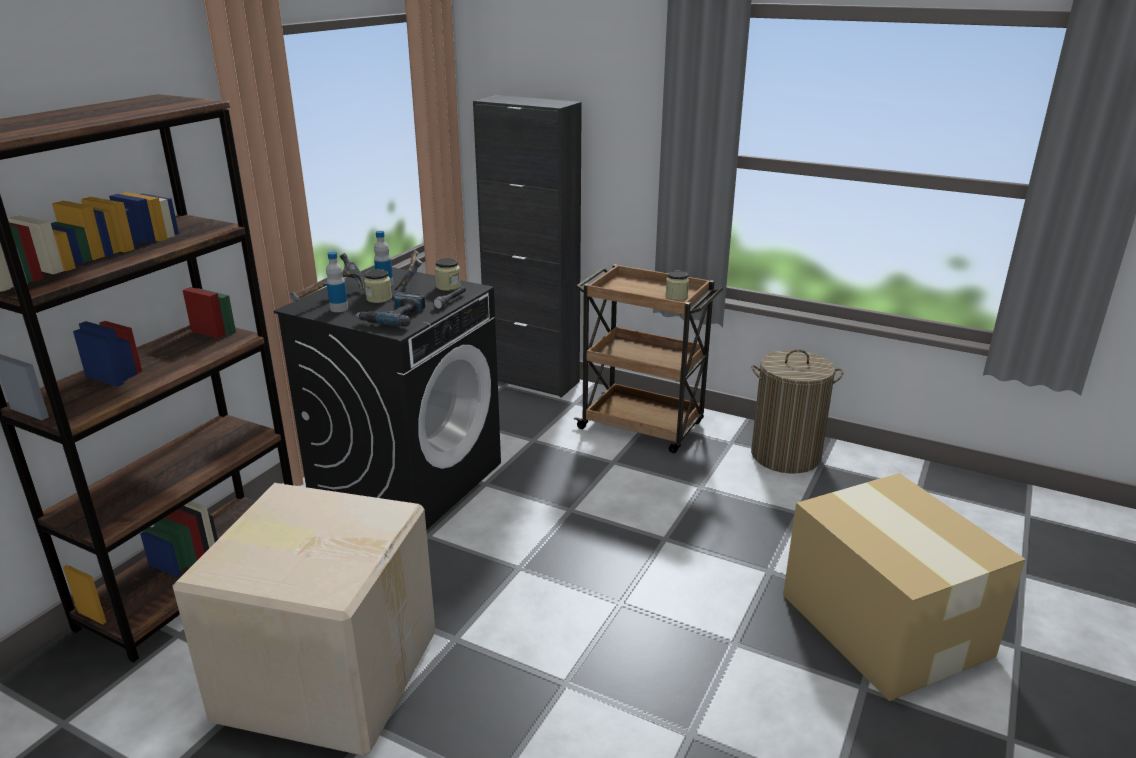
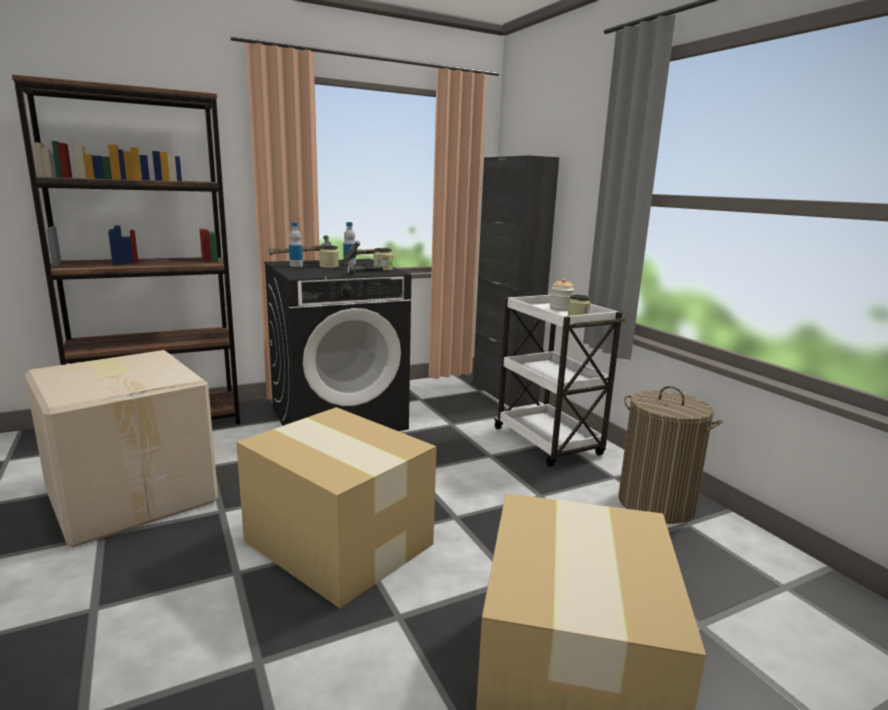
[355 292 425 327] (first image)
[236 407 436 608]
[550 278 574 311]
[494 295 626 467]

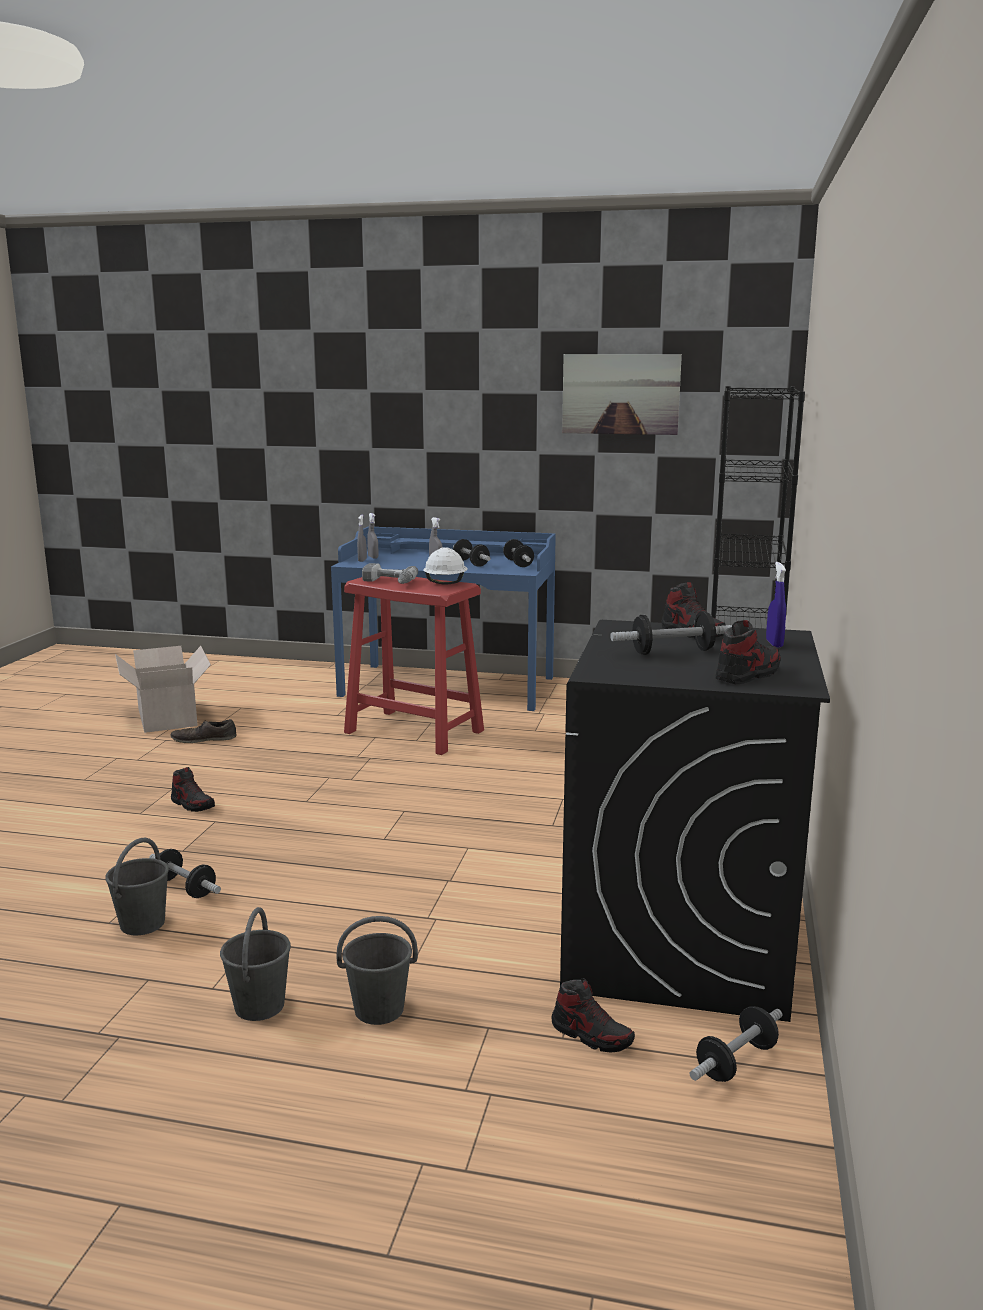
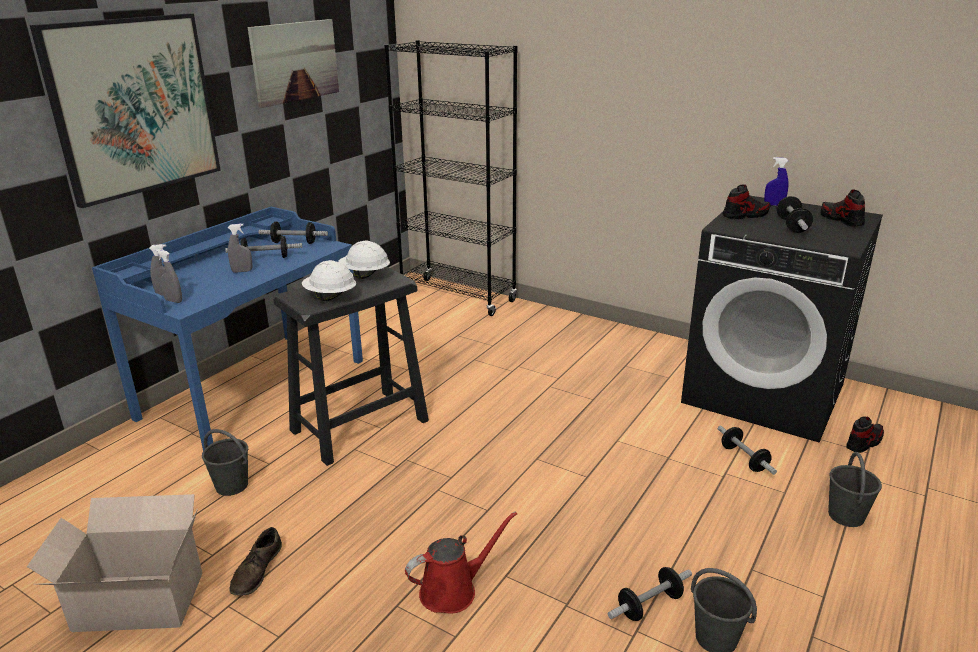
[30 14 221 208]
[202 429 248 496]
[718 426 777 475]
[405 511 517 614]
[302 260 356 301]
[274 267 429 466]

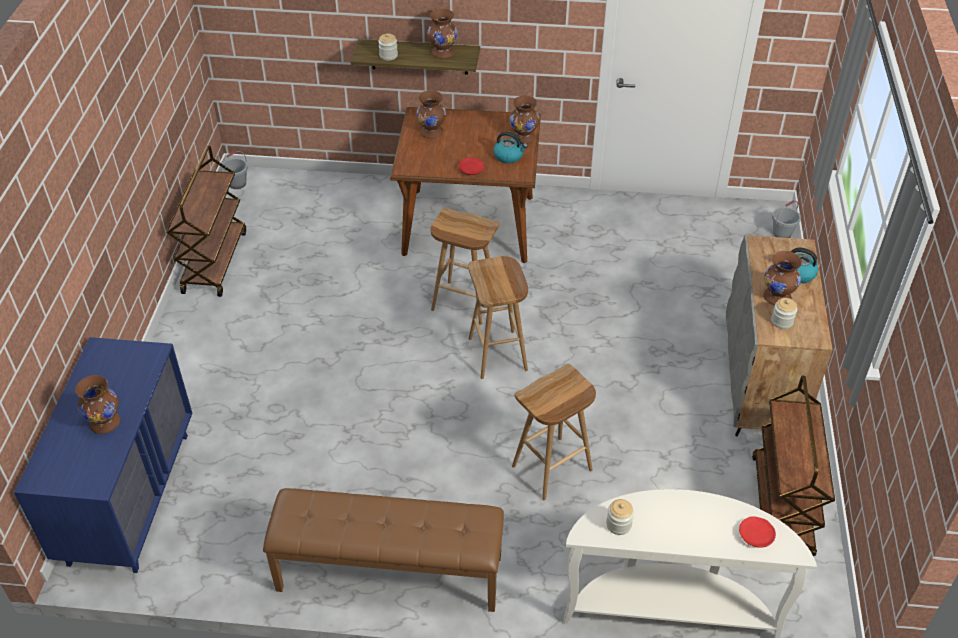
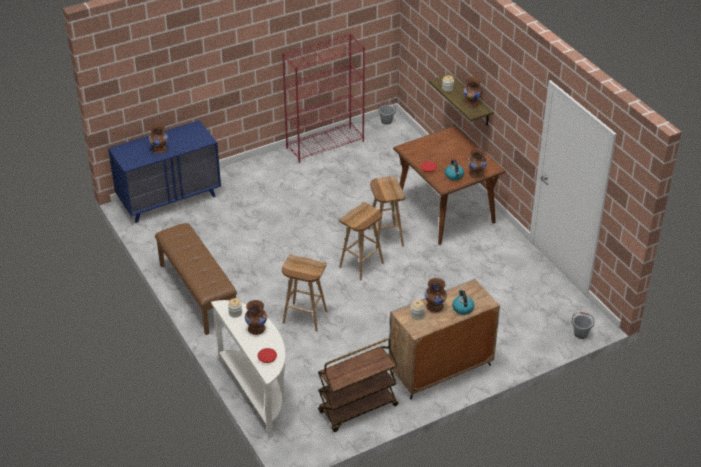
[245 300 267 335]
[282 33 365 163]

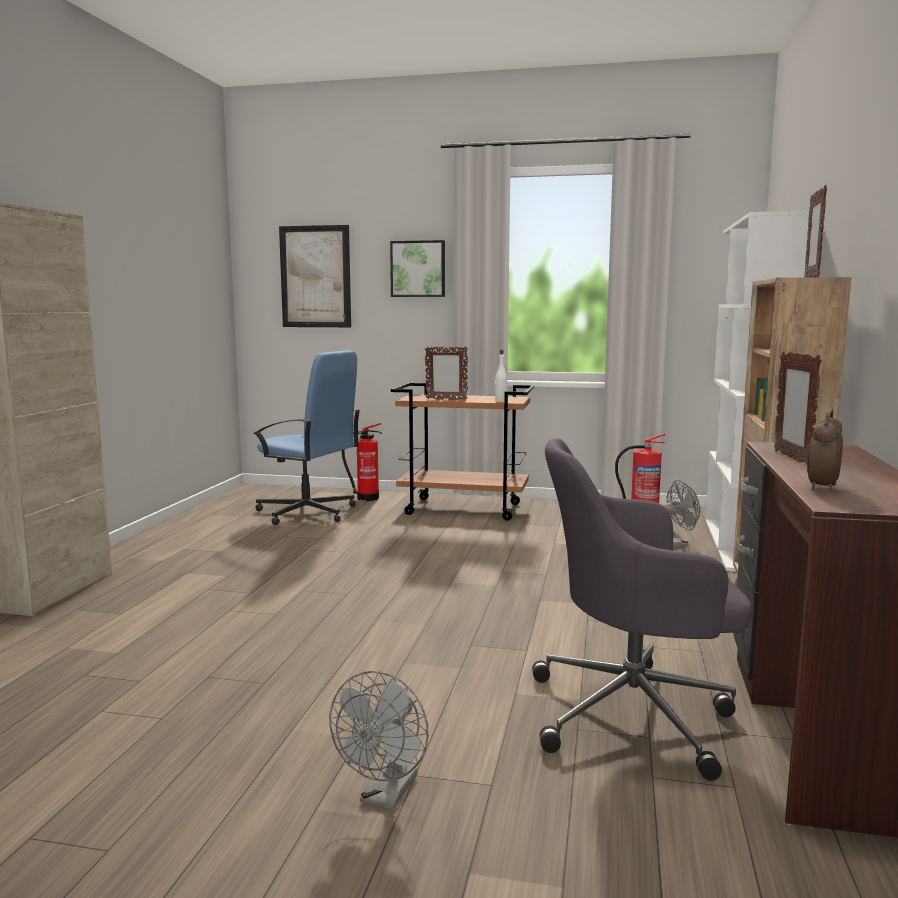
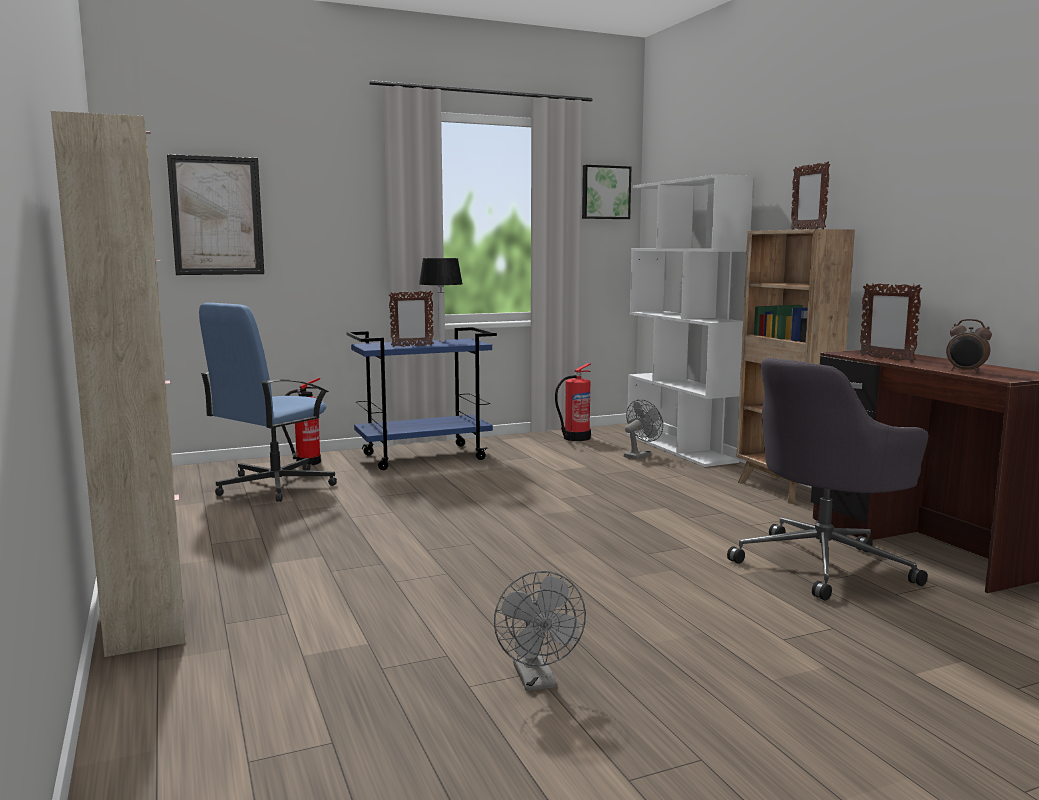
[495 350 507 402] (first image)
[419 258 463 342]
[494 571 586 691]
[582 165 631 219]
[346 327 497 470]
[199 303 337 502]
[946 319 992 373]

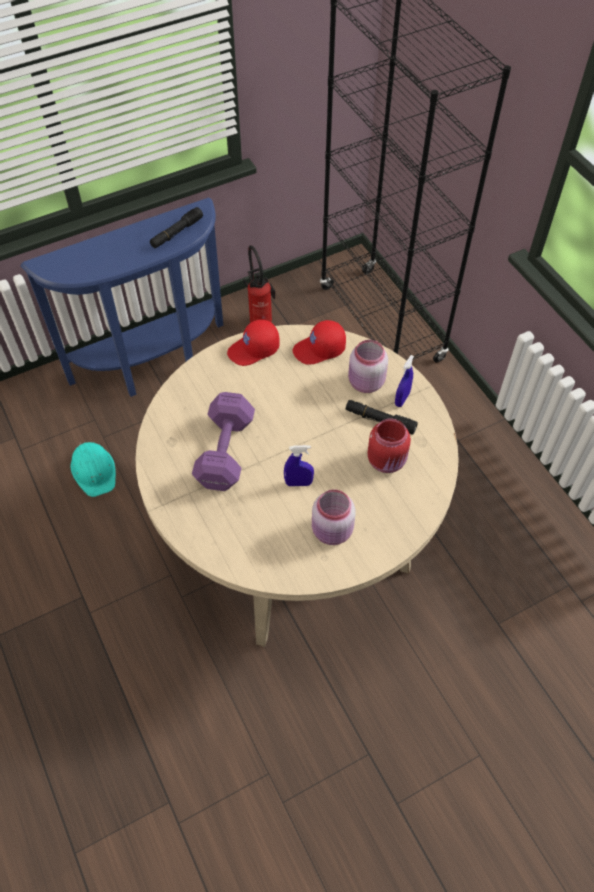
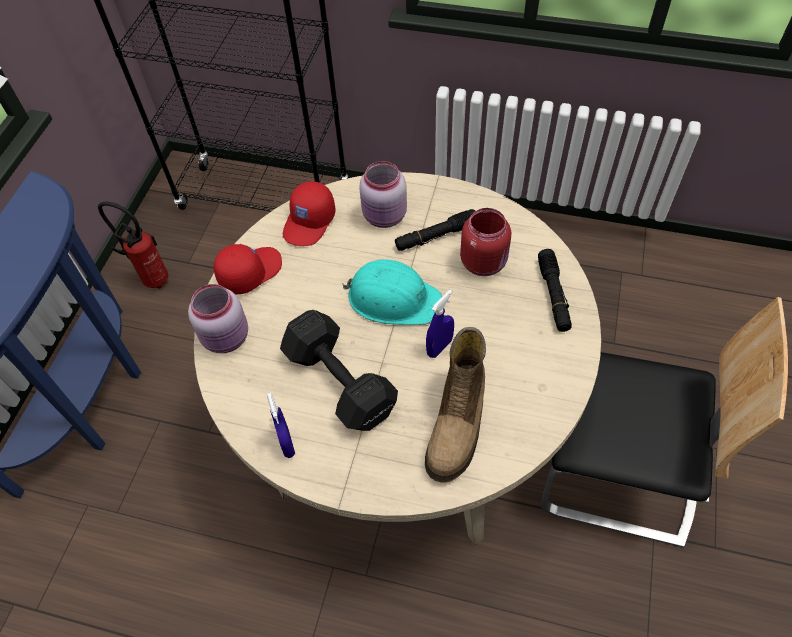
[425 327 486 482]
[541 297 788 548]
[342 259 442 325]
[538 249 572 332]
[188 284 248 353]
[267 393 295 458]
[280 310 398 431]
[214 244 282 295]

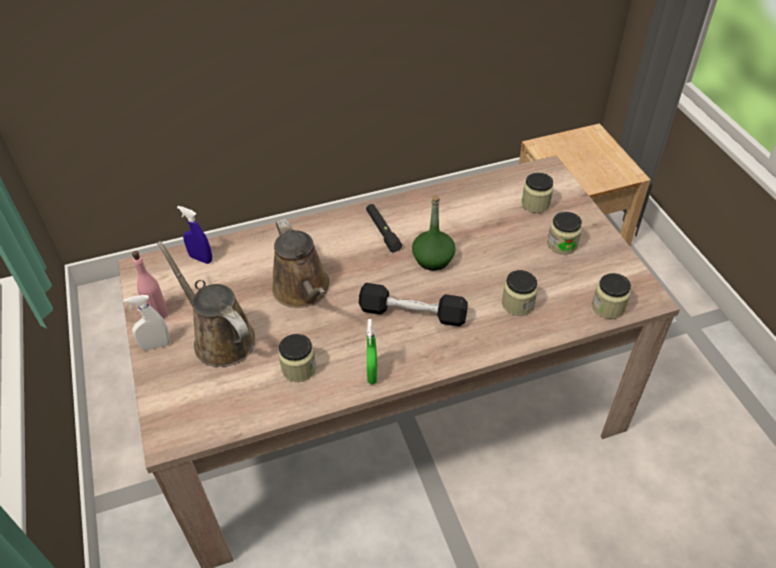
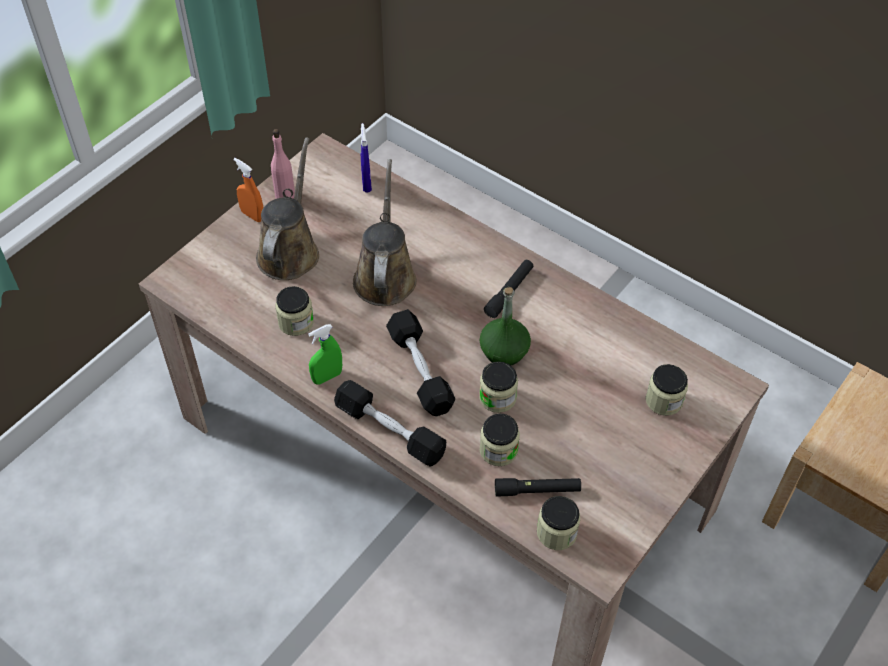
[334 380 446 467]
[495 478 581 497]
[479 362 518 413]
[233 158 263 222]
[353 159 417 306]

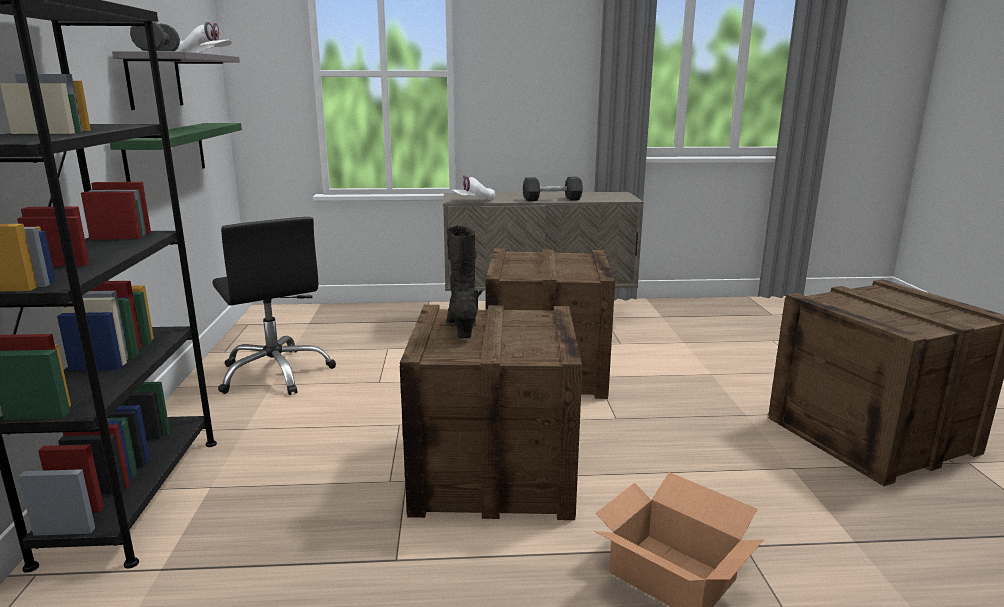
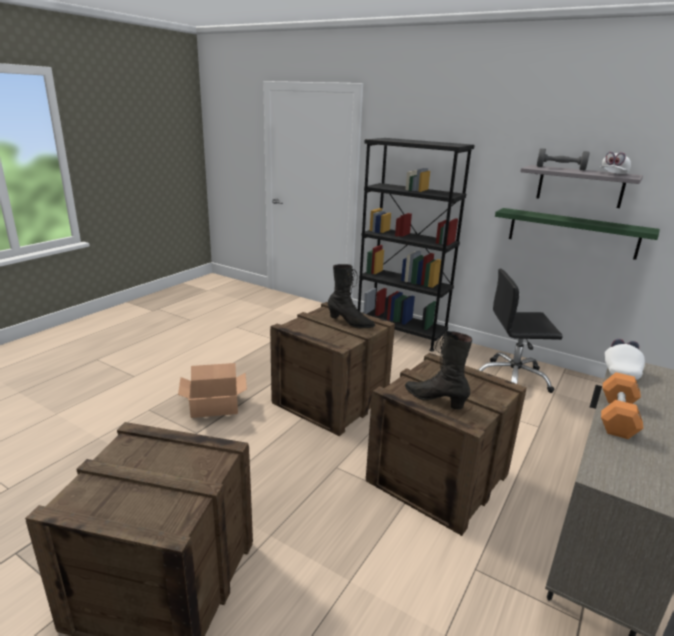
[405 331 472 409]
[601 372 643 439]

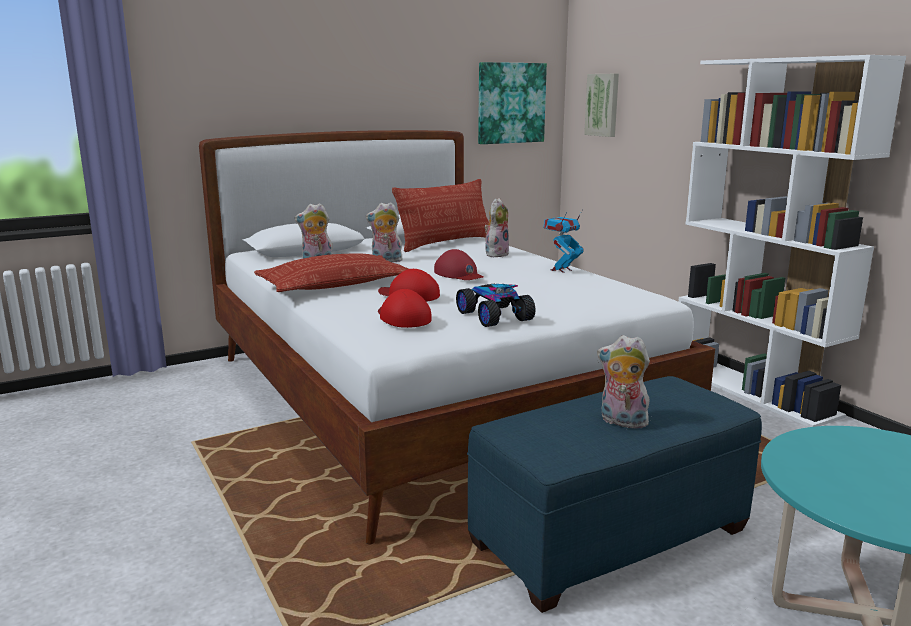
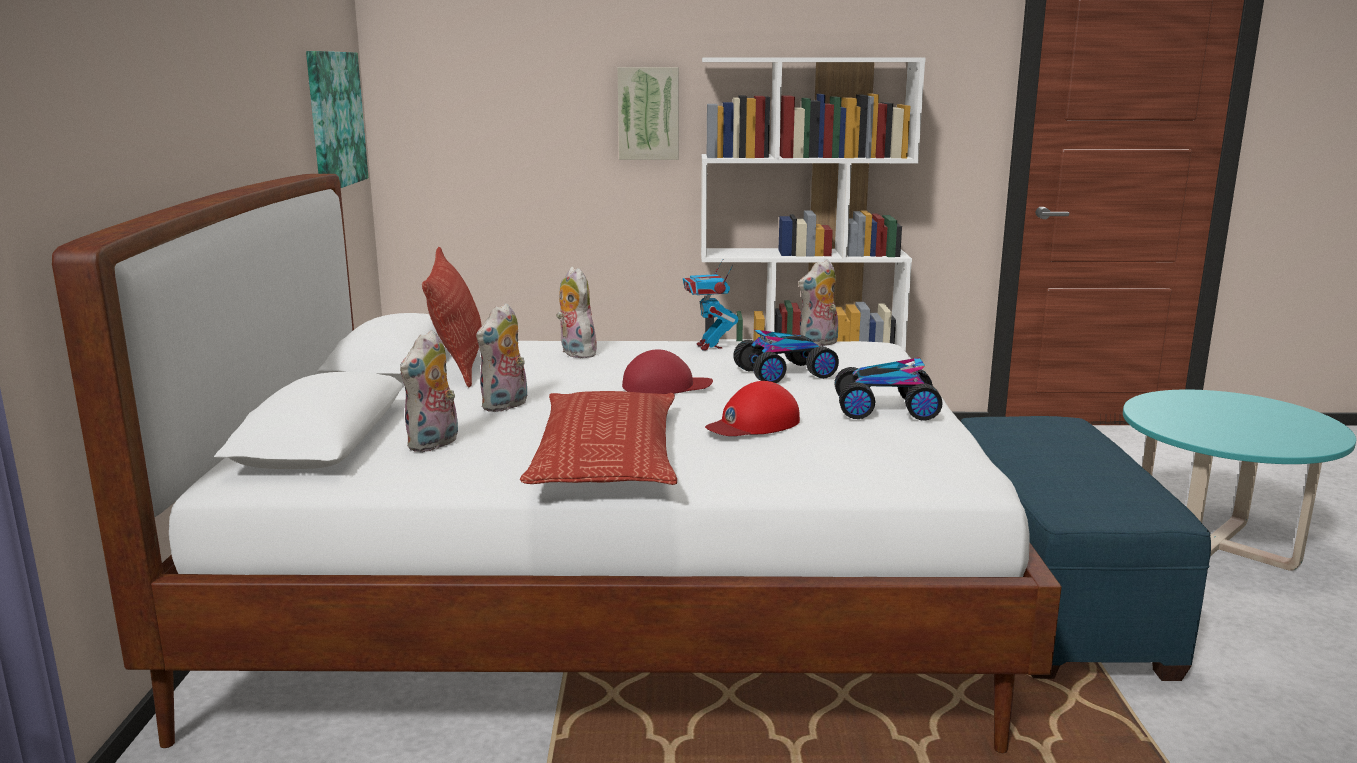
[378 289 431 328] (first image)
[733 329 839 383]
[617 67 679 160]
[798 260 838 346]

